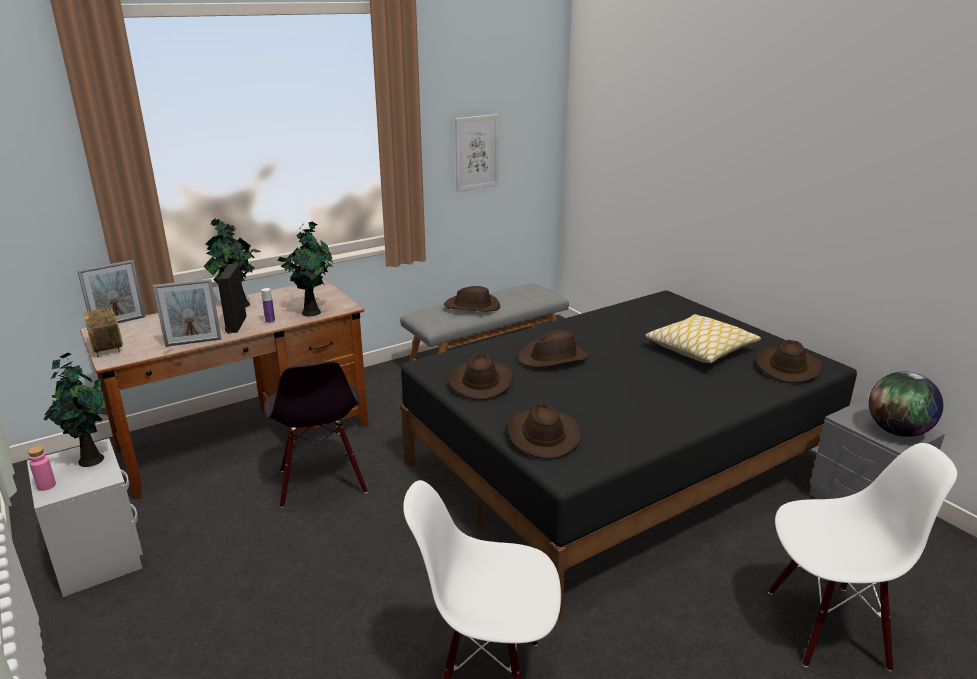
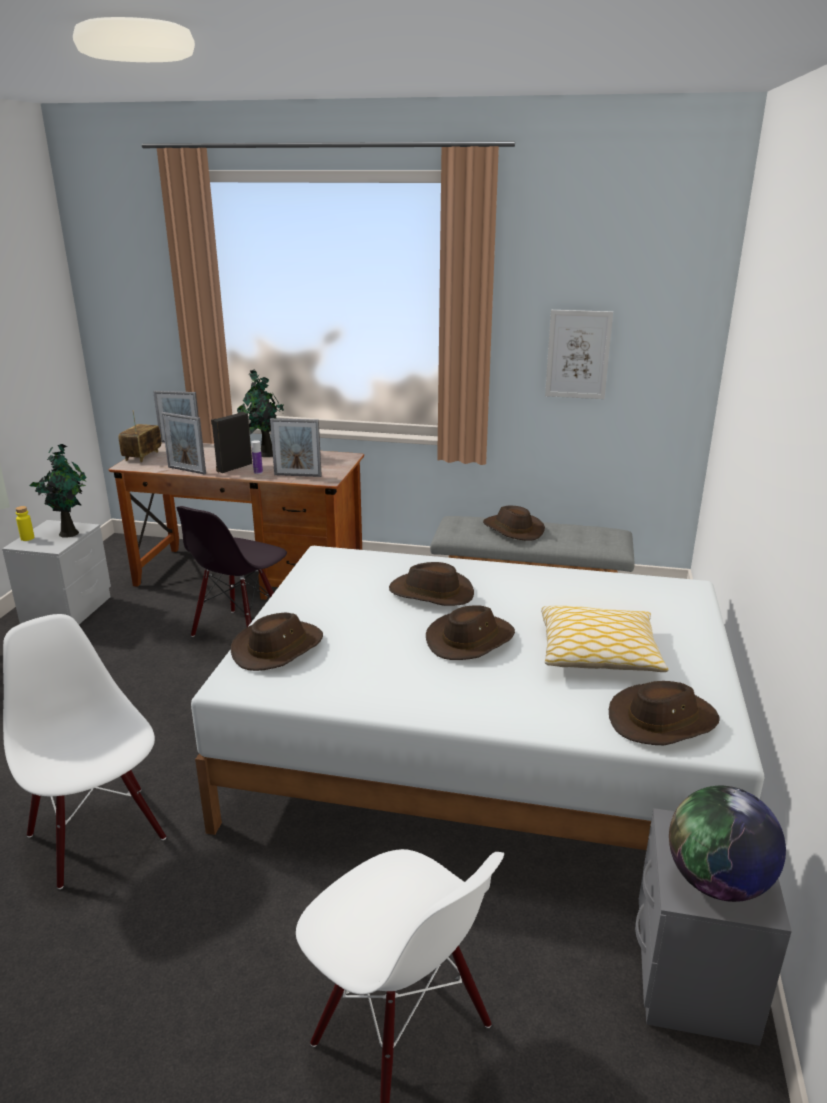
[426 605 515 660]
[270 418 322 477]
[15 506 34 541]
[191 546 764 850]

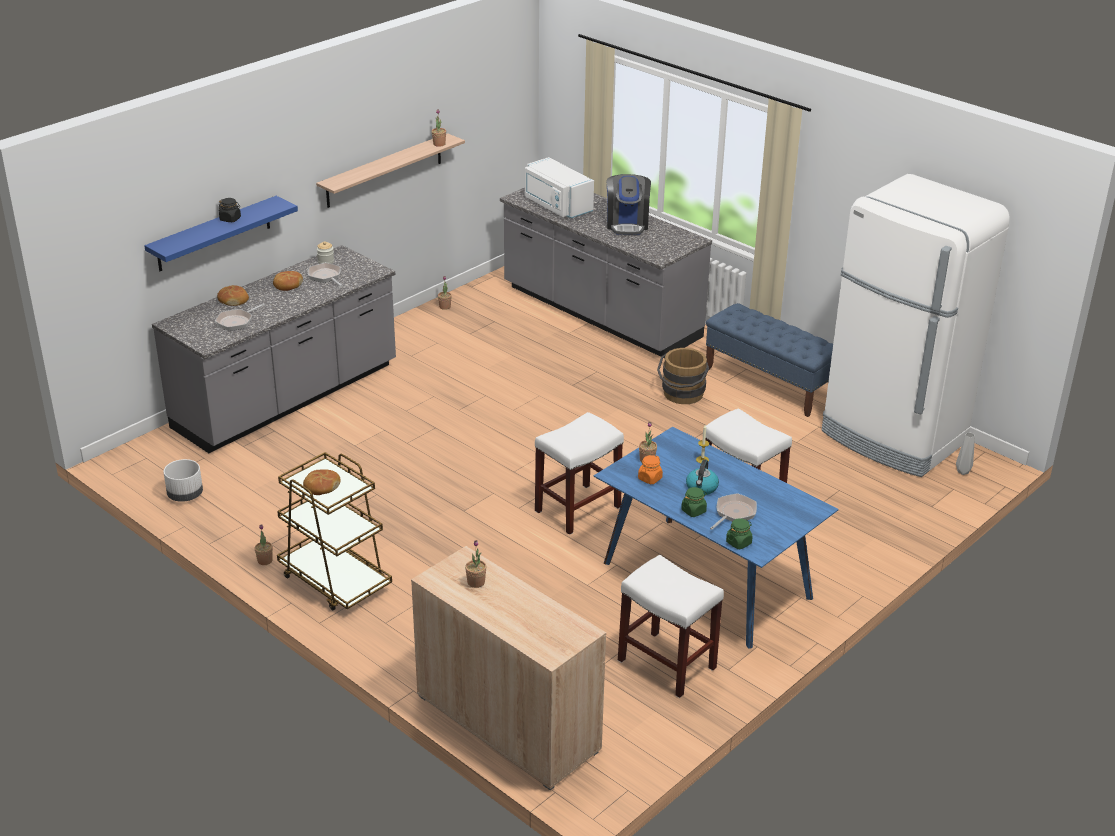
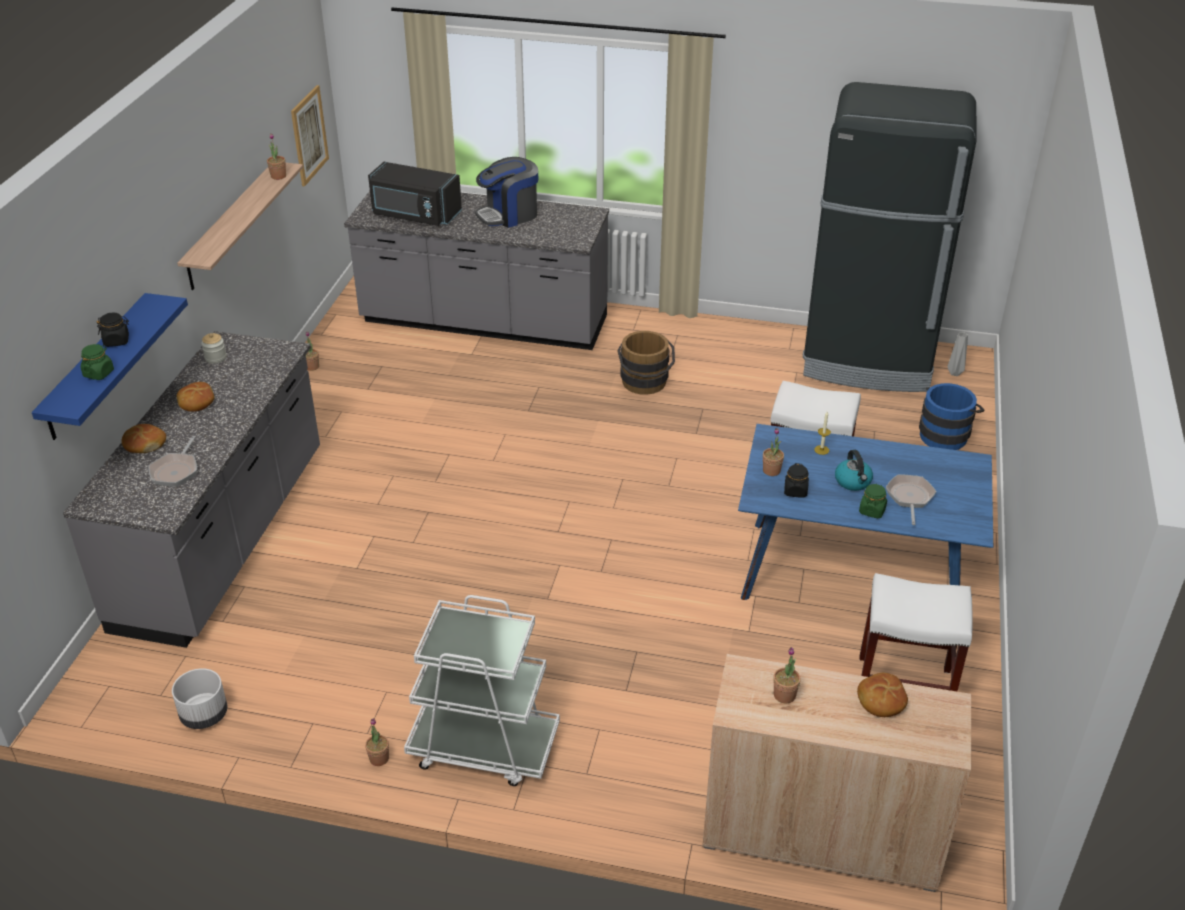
[308 263 343 287] (first image)
[535 412 624 535] (first image)
[706 303 833 417] (first image)
[291 85 329 186]
[919 383 984 450]
[857 673 908 717]
[81 344 114 380]
[404 595 560 786]
[368 162 462 226]
[784 463 809 497]
[803 82 977 392]
[475 157 538 228]

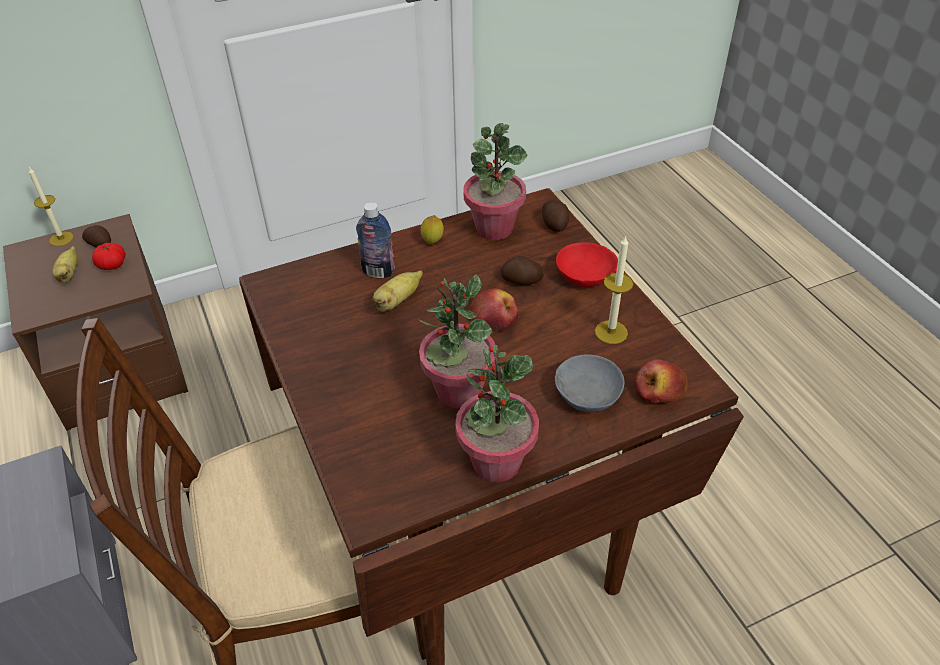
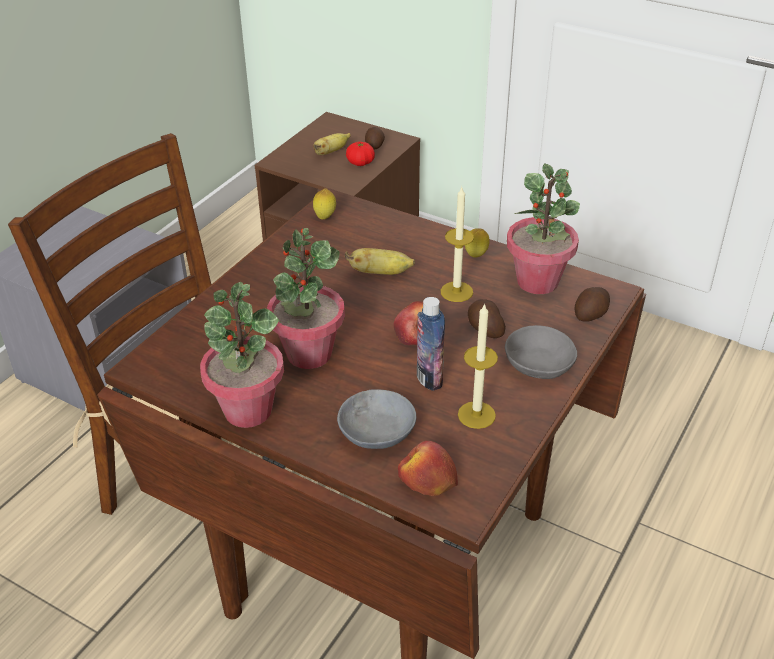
[313 188 336 220]
[440 187 474 302]
[417 297 445 391]
[505 325 577 379]

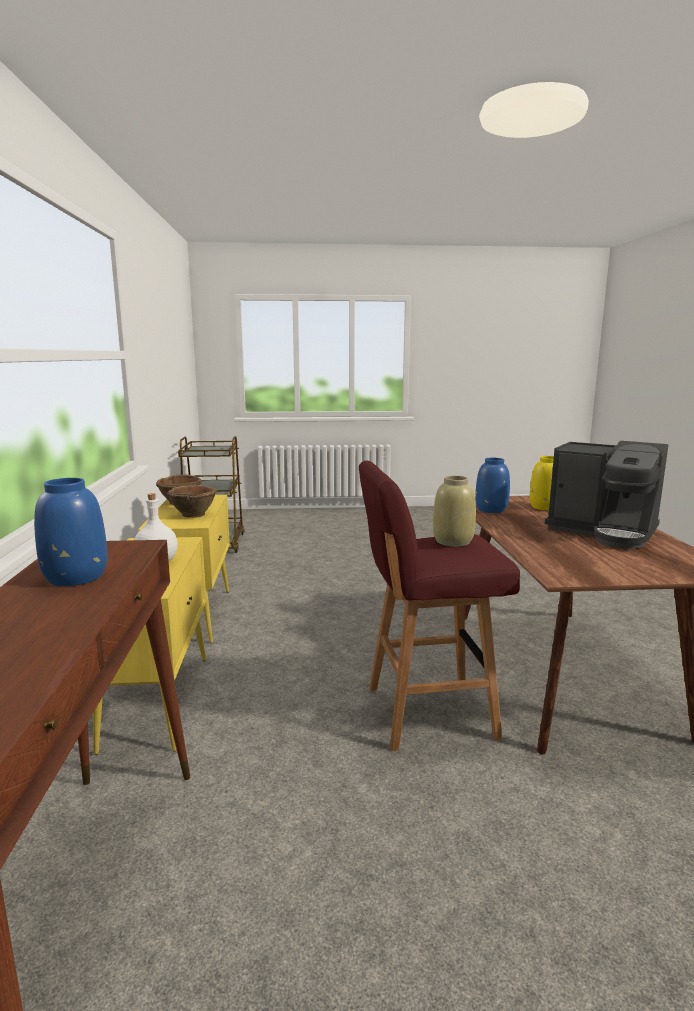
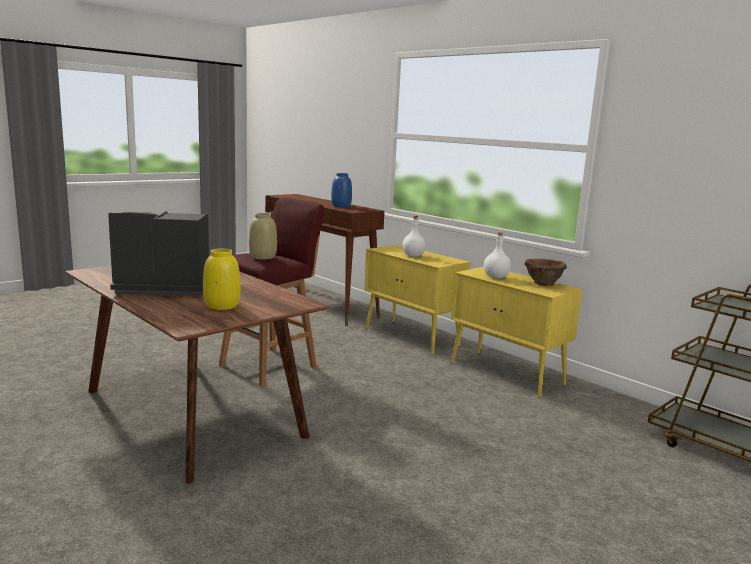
[475 458 510 513] (first image)
[484 232 511 278]

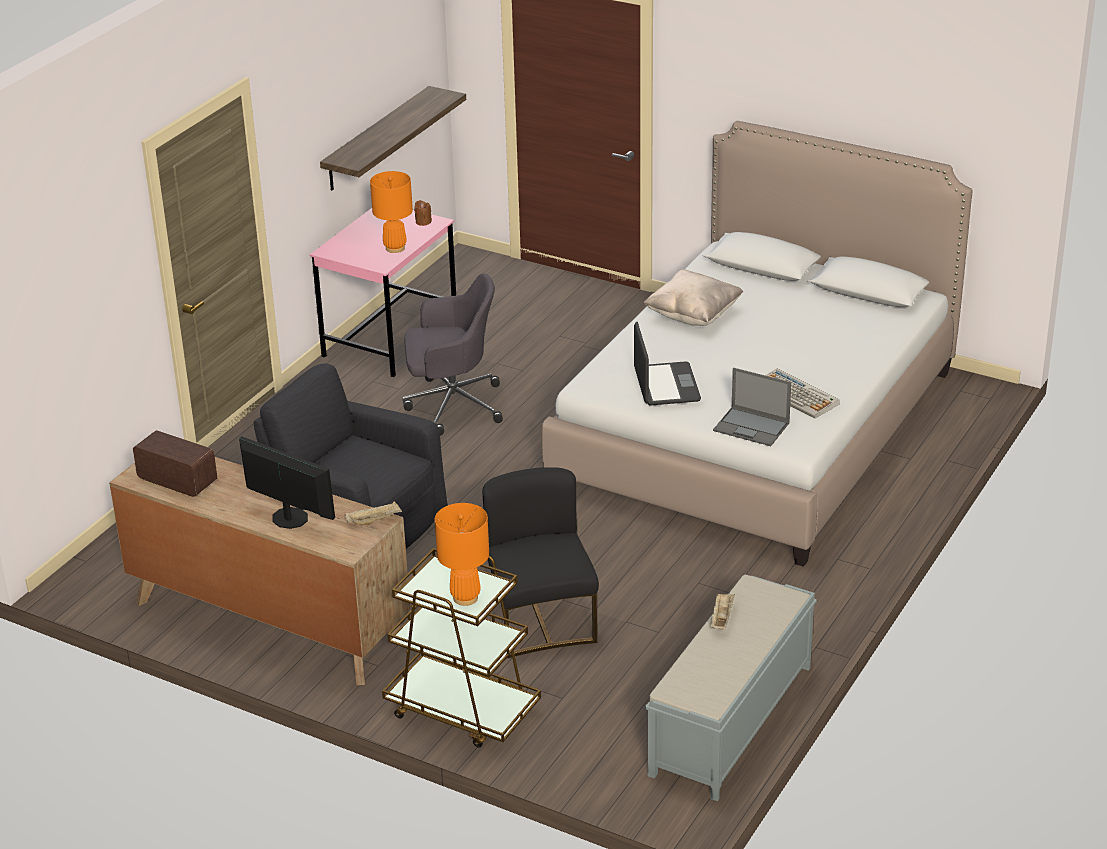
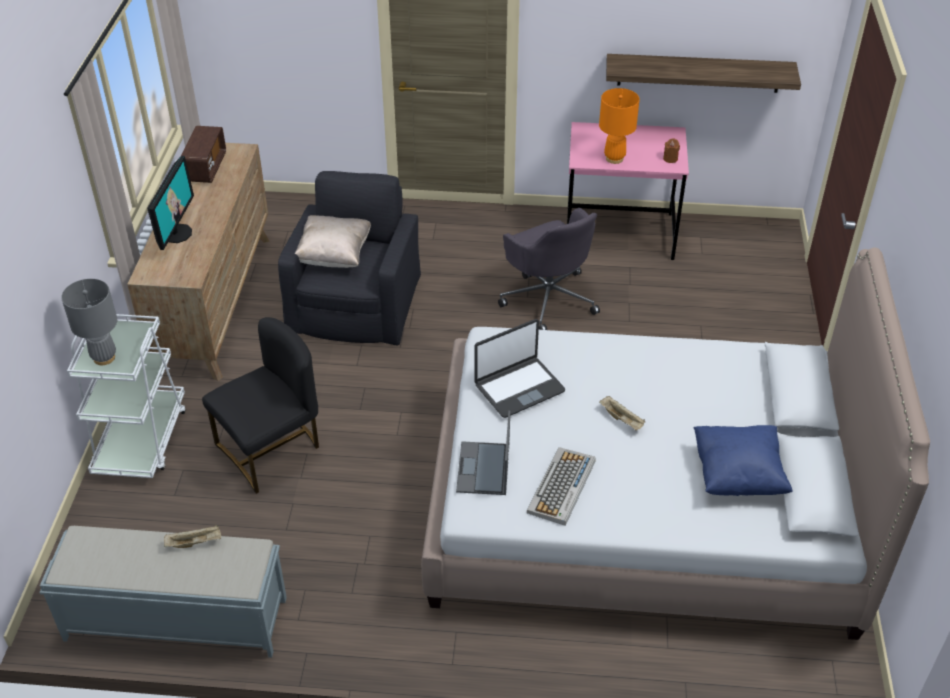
[693 425 792 496]
[599 396 645 431]
[295 215 371 268]
[67 314 186 478]
[61 279 117 365]

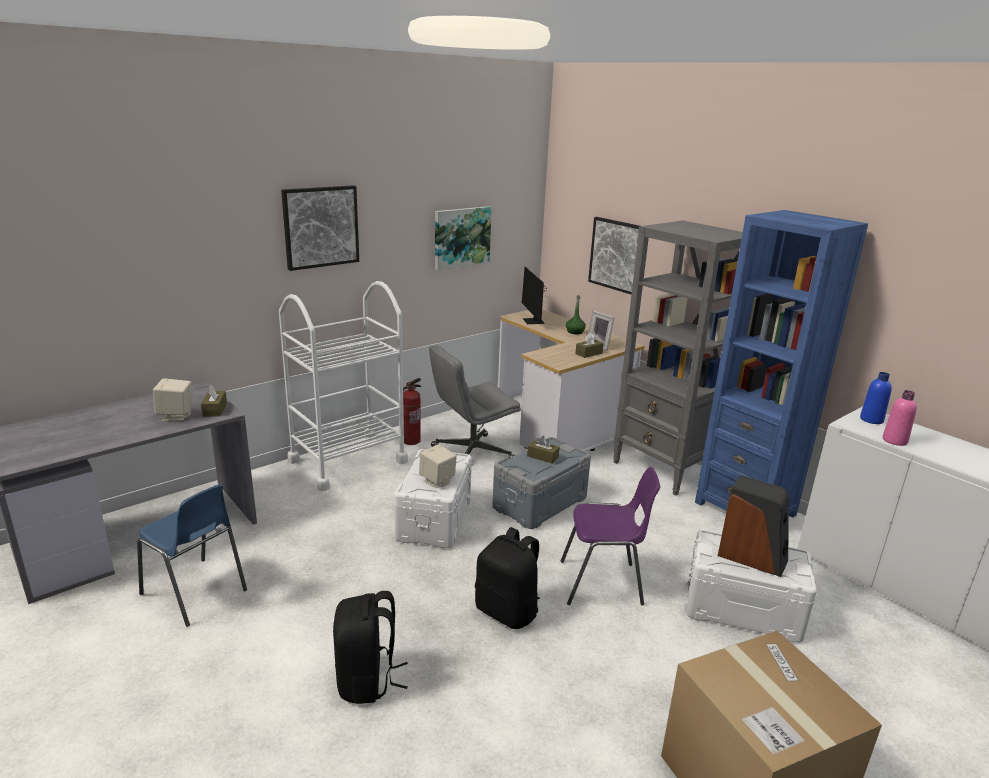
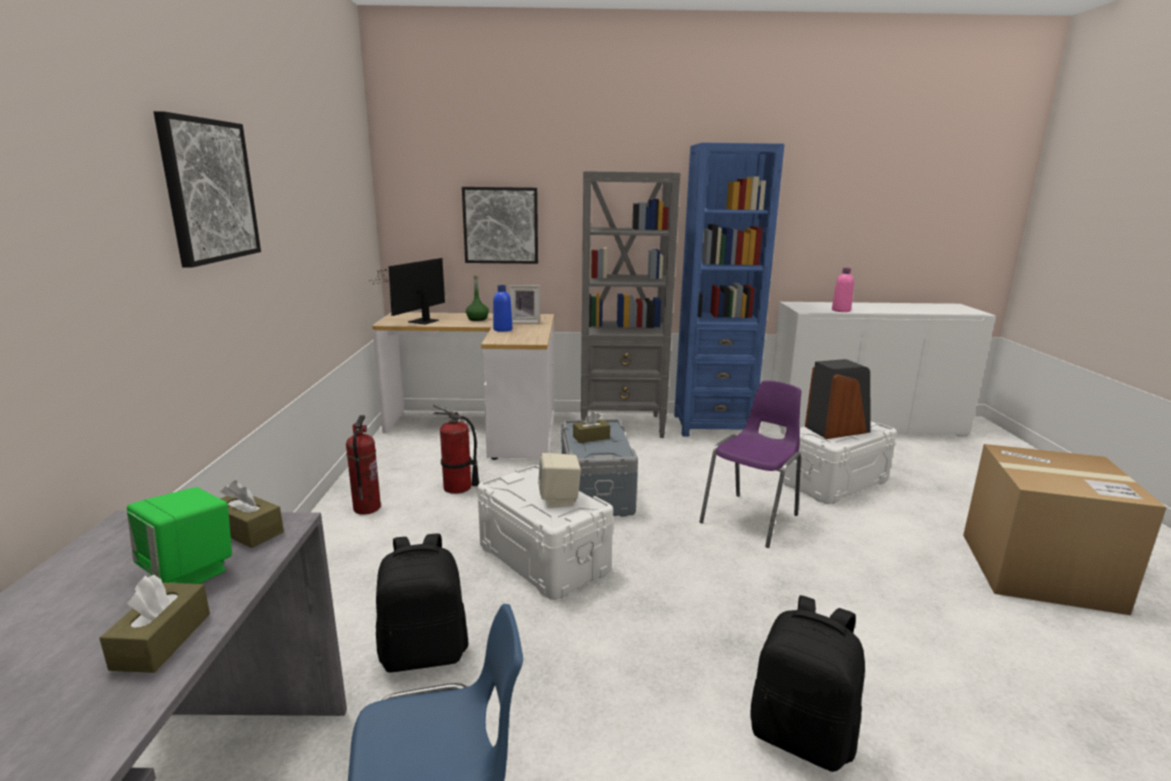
[279 281 408 491] (first image)
[435 206 492 270] (first image)
[376 533 468 672]
[99 575 210 673]
[493 285 512 332]
[433 404 479 494]
[127 487 232 584]
[369 258 445 325]

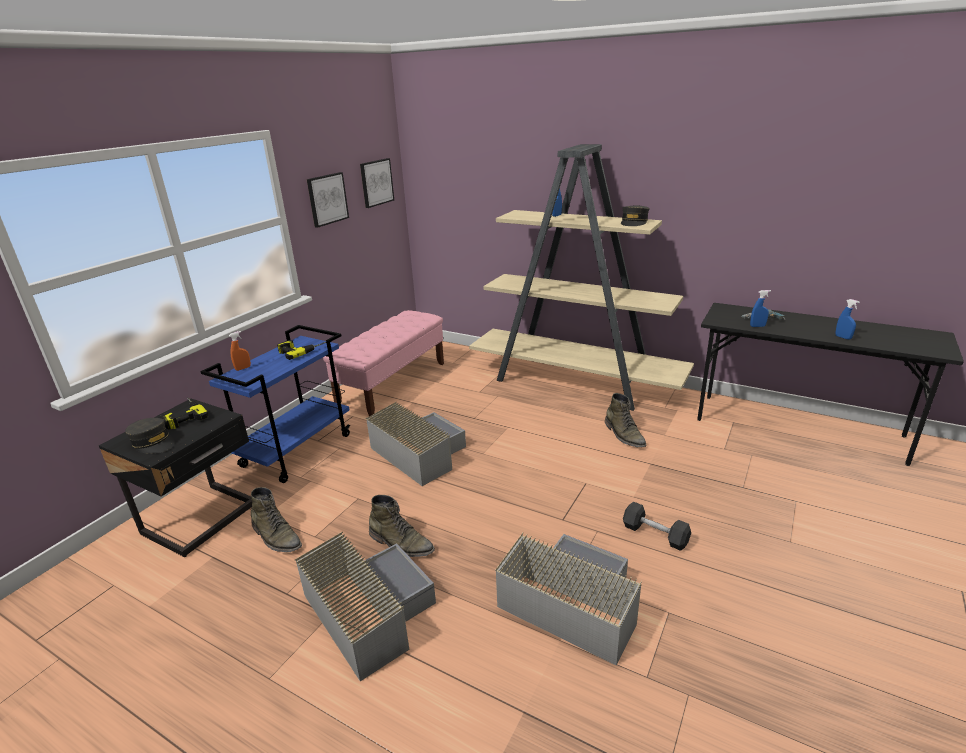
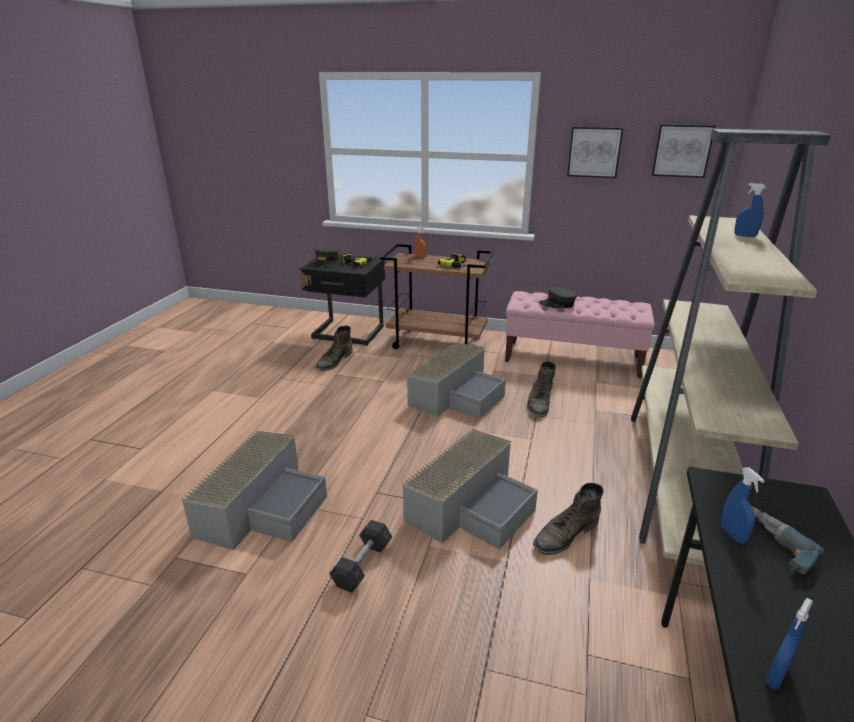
[402 429 538 549]
[527 361 556 417]
[539 287 577 308]
[380 244 494 349]

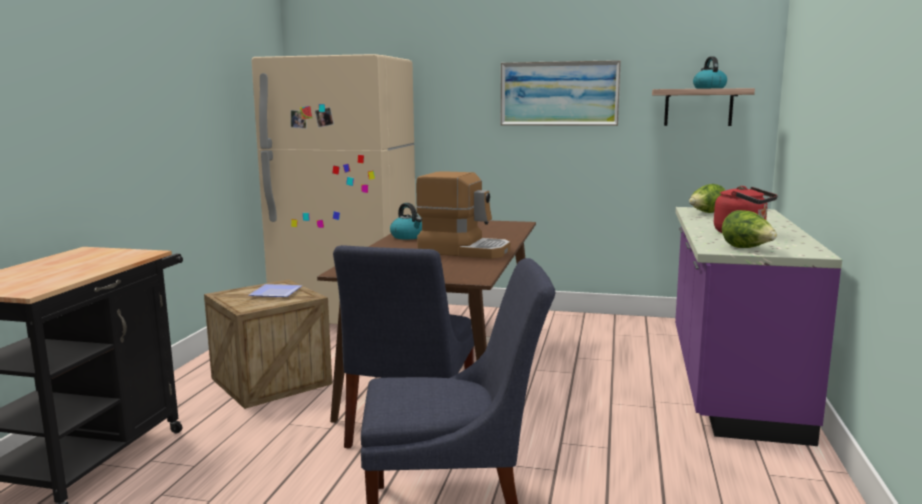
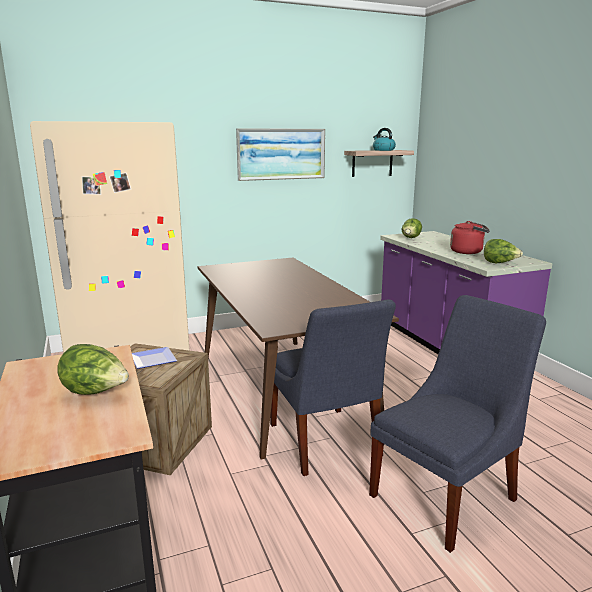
[390 203 422 239] (first image)
[416 171 511 259] (first image)
[57 344 129 395]

